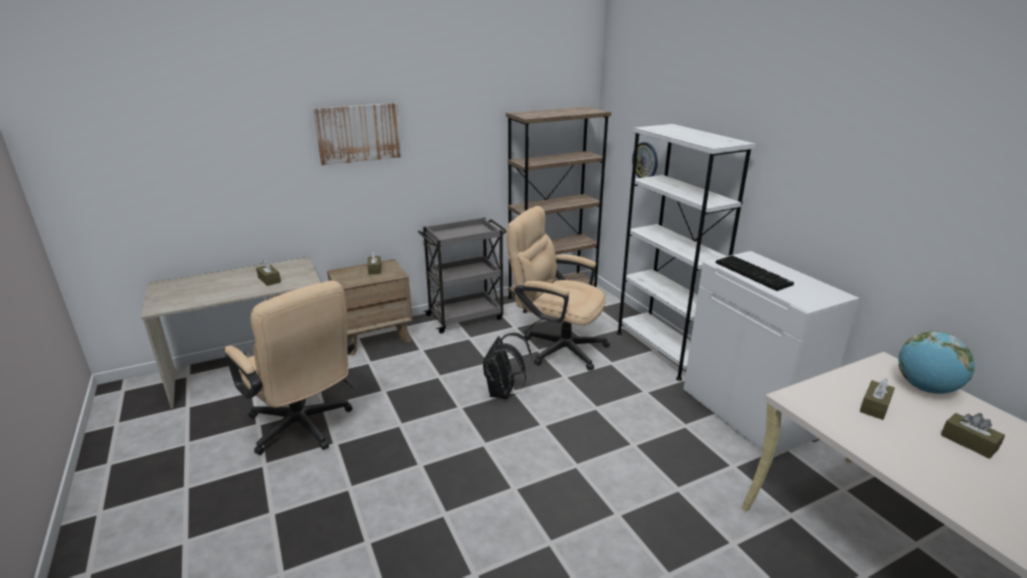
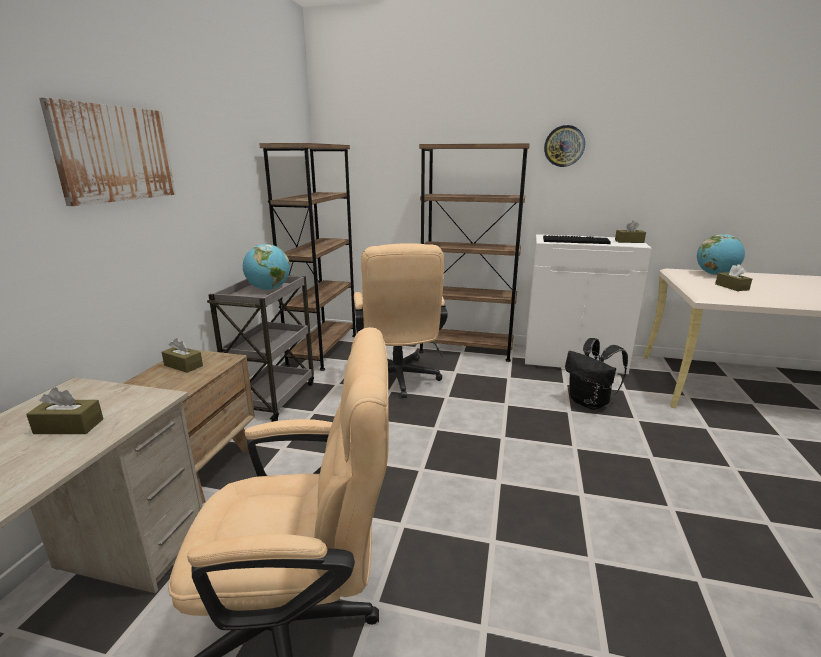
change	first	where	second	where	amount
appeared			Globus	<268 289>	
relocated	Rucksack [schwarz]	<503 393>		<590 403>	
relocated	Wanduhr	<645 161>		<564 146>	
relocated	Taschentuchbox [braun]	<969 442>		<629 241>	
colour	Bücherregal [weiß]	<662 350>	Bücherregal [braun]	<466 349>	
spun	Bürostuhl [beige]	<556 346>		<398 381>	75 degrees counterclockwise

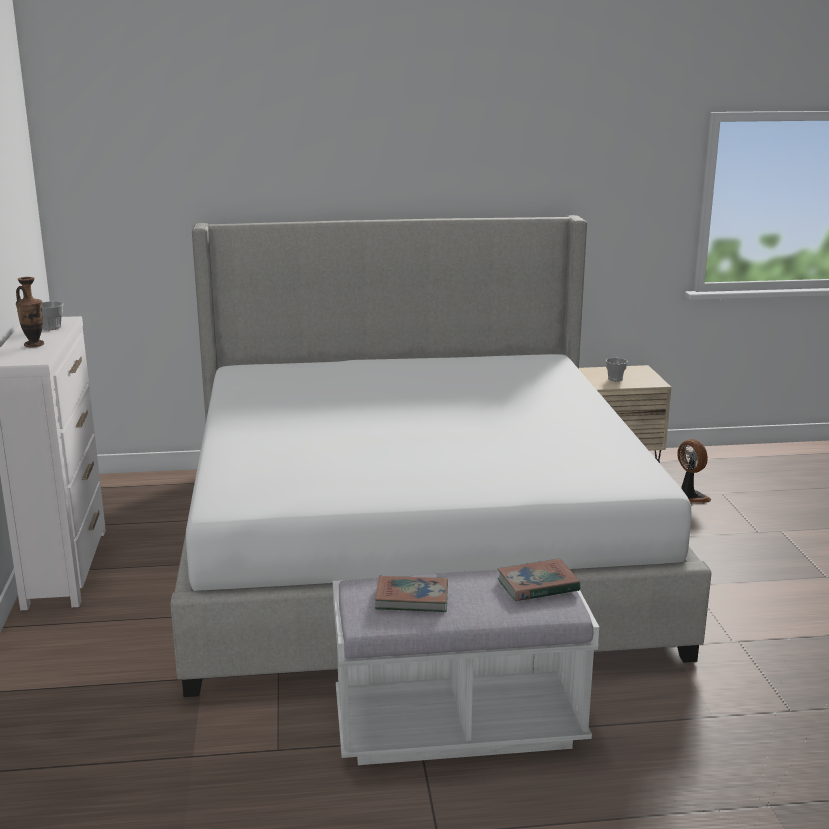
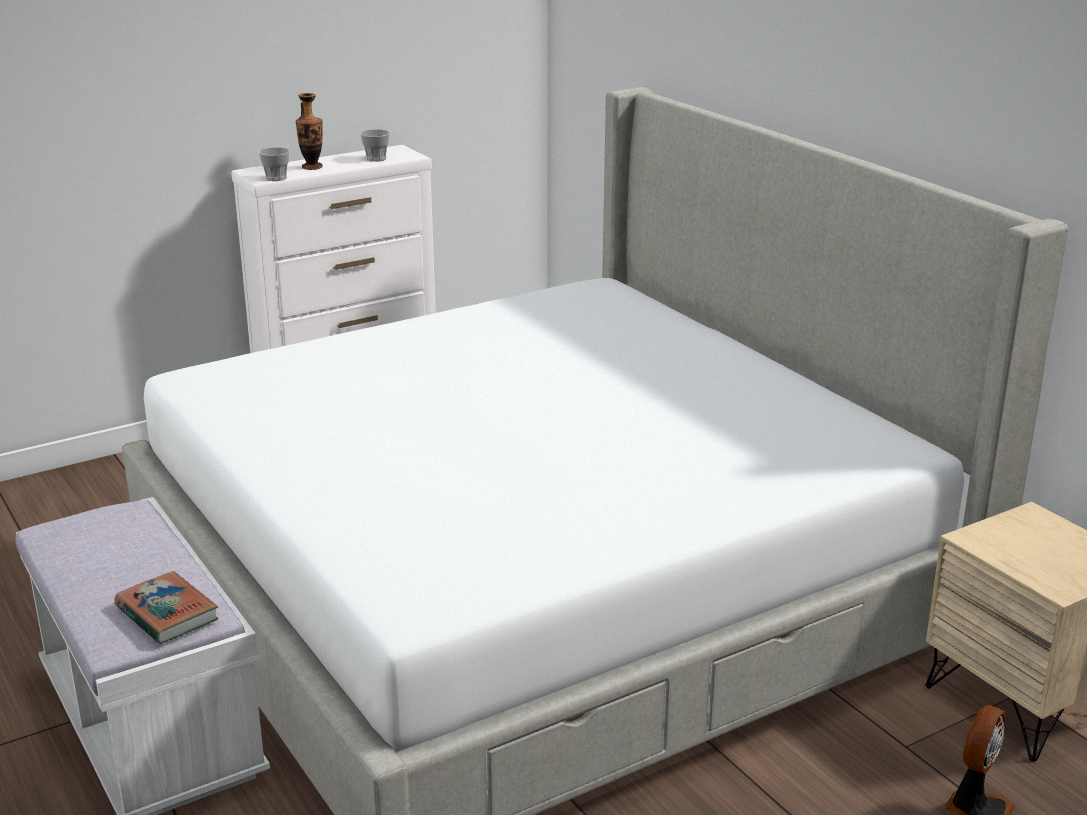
change	first	where	second	where	amount
missing	Buch	<412 598>			
relocated	Tasse	<615 379>		<276 178>	

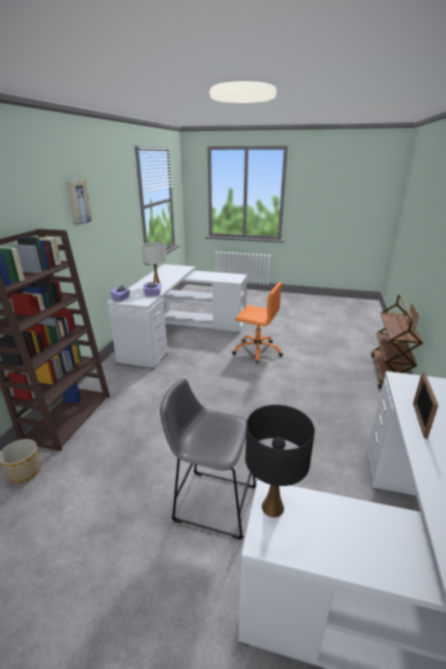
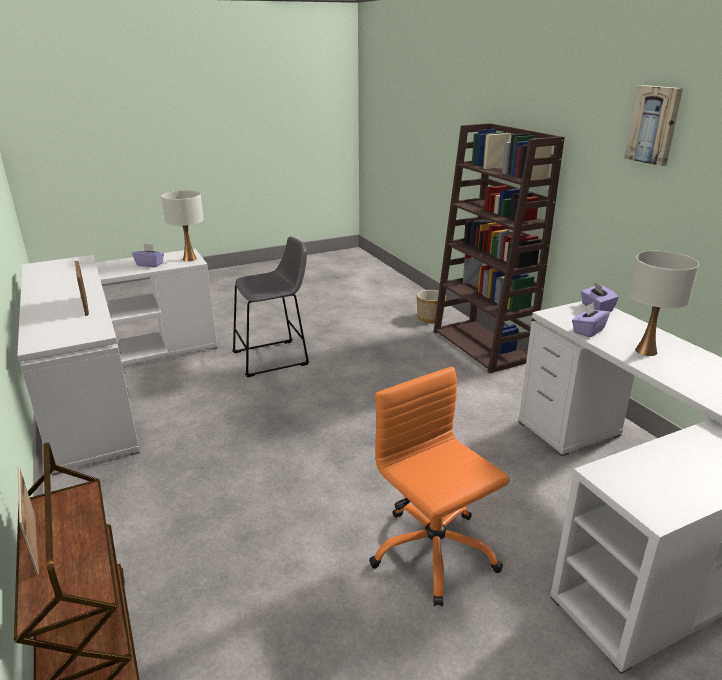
change	first	where	second	where	amount
appeared			Taschentuchbox [lila]	<150 264>	
colour	Tischlampe [schwarz]	<273 507>	Tischlampe [weiß]	<189 259>	
spun	Bürostuhl [orange]	<257 351>		<433 552>	75 degrees clockwise

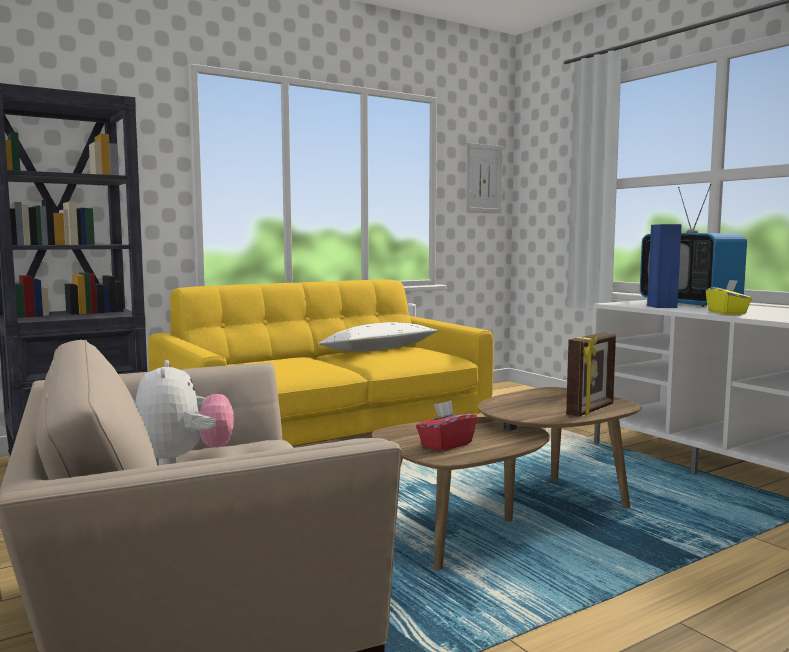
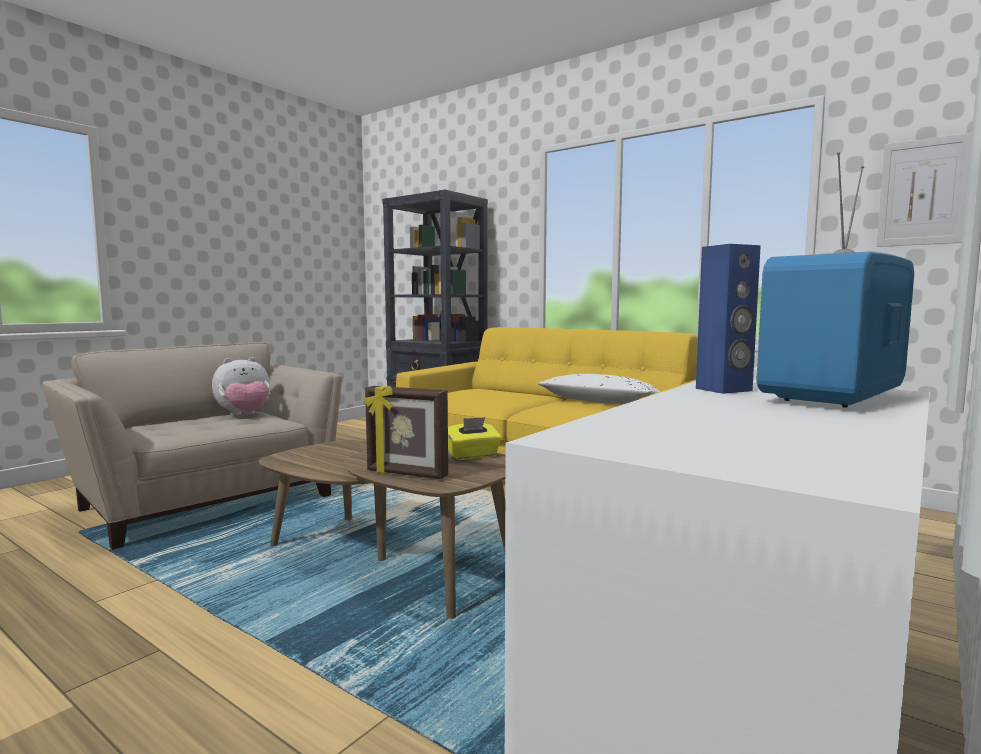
change	first	where	second	where	amount
missing	Taschentuchbox [rot]	<446 445>			
relocated	Taschentuchbox [gelb]	<727 313>		<472 456>	

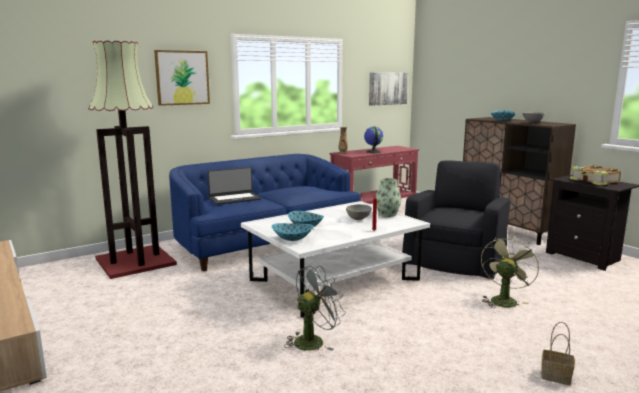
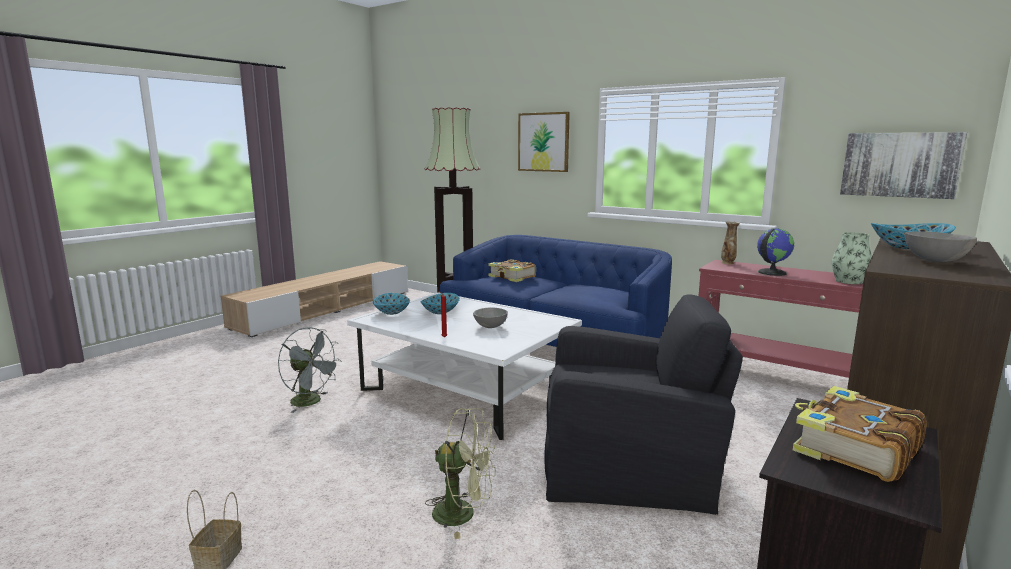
change	first	where	second	where	amount
relocated	Vase	<387 214>		<849 281>	
exchanged	Laptop	<234 199>	Buch	<512 277>	

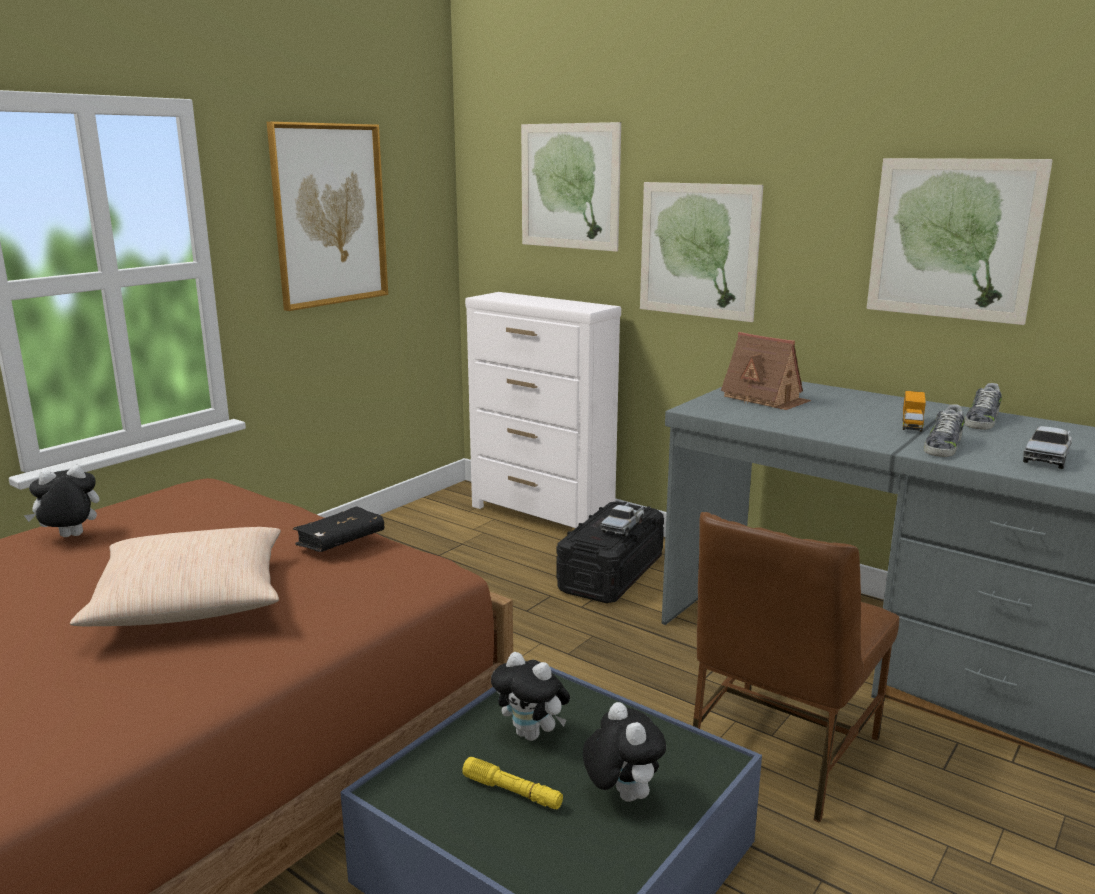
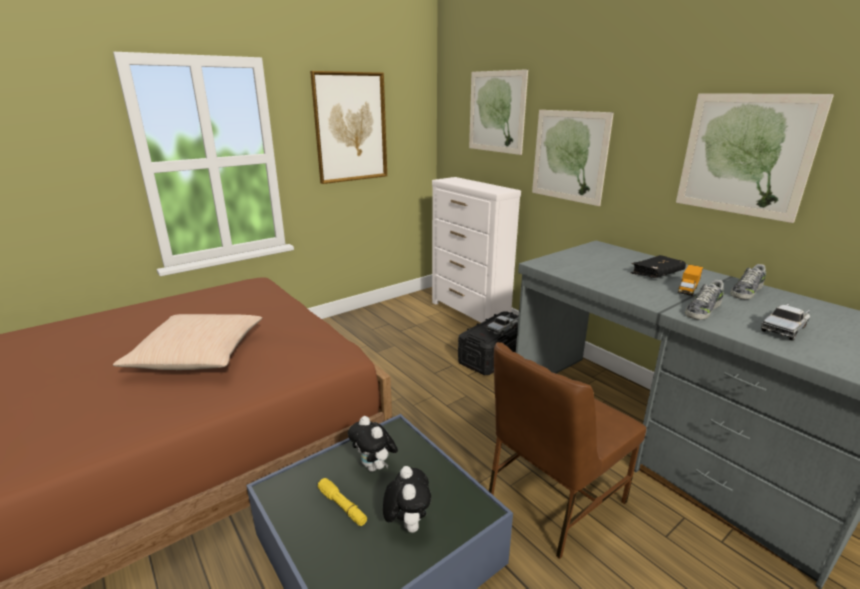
change	first	where	second	where	amount
missing	Plüschtier	<70 537>			
missing	Spielzeughaus	<765 398>			
relocated	Buch [schwarz]	<340 540>		<656 273>	

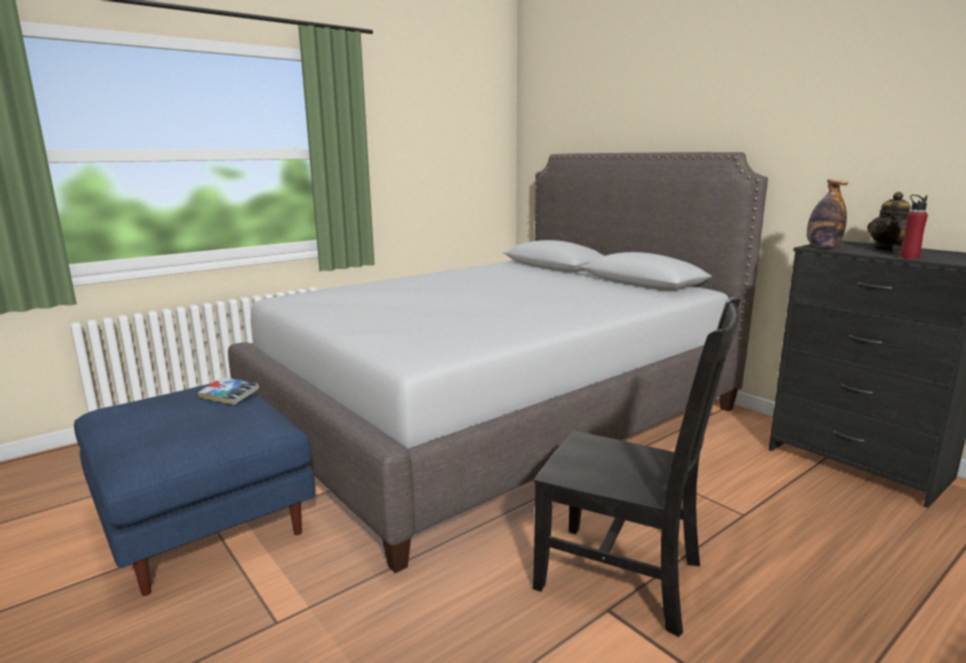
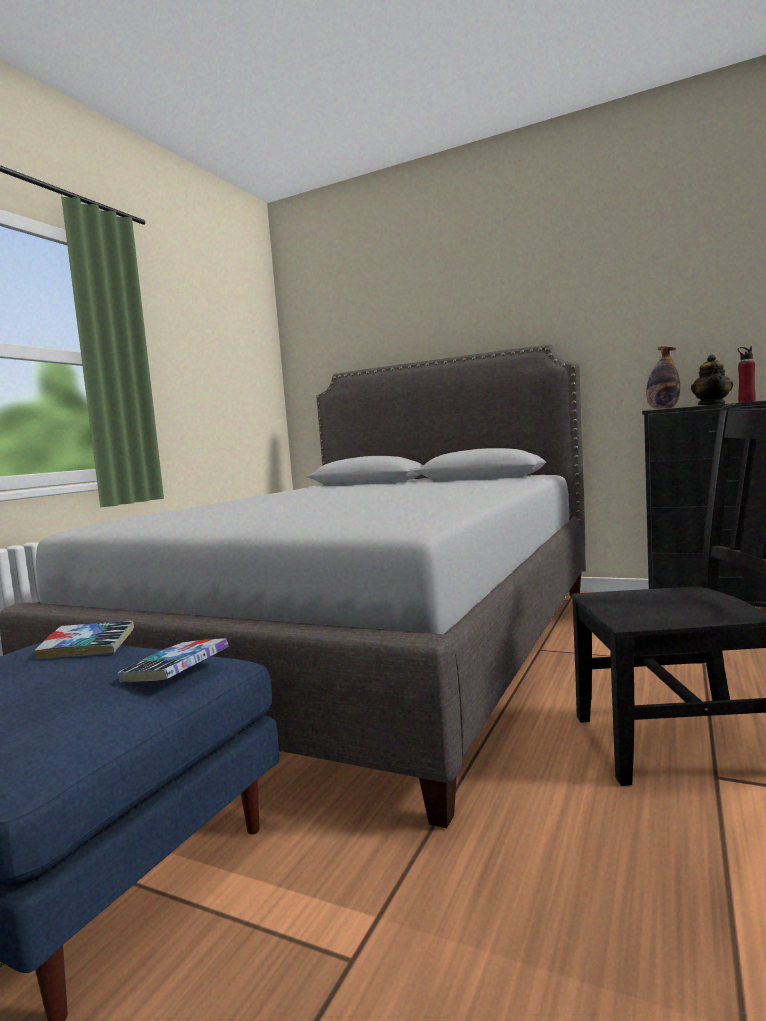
change	first	where	second	where	amount
appeared			Buch	<176 669>	

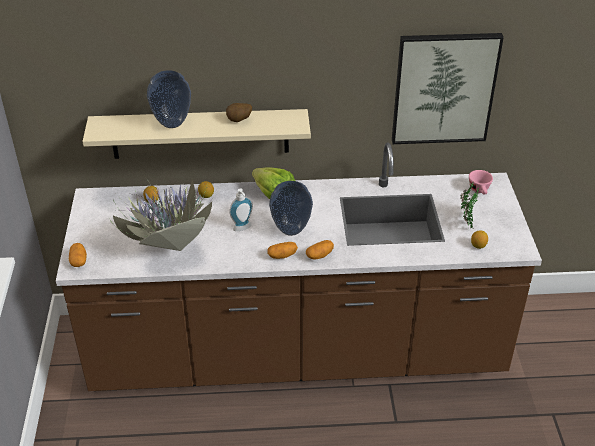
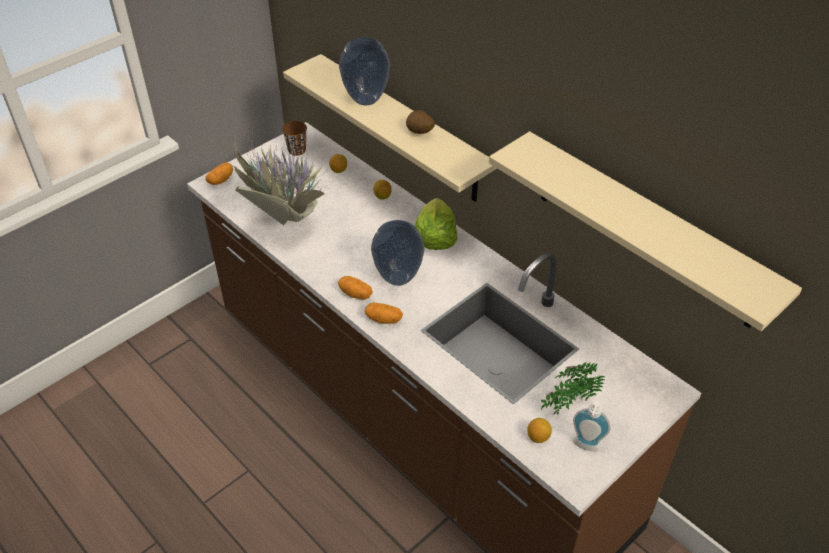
change	first	where	second	where	amount
missing	Tasse [rosa]	<480 191>			
appeared			Tasse [braun]	<297 150>	
relocated	Seifenspender	<243 228>		<585 447>	
exchanged	Bild	<444 88>	Wandregal [beige]	<645 230>	

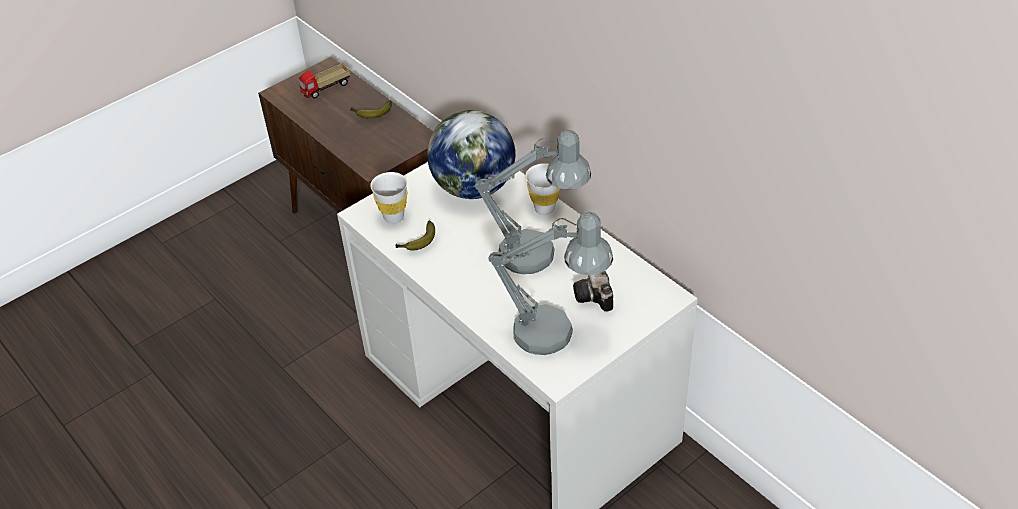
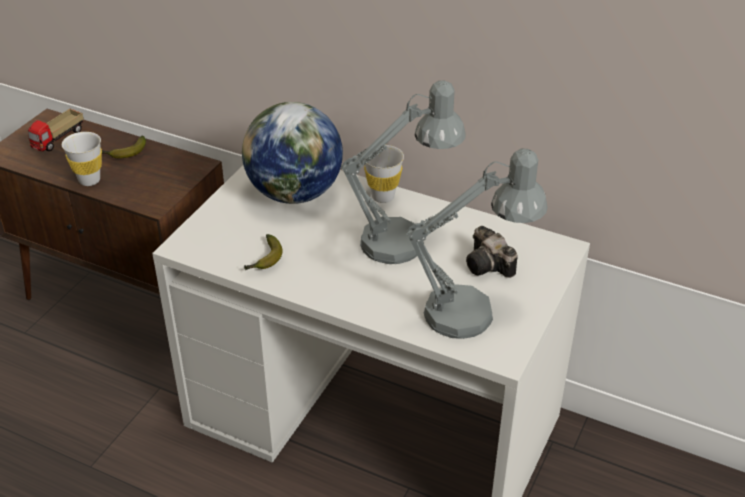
change	first	where	second	where	amount
relocated	Tasse [weiß]	<393 217>		<89 180>	

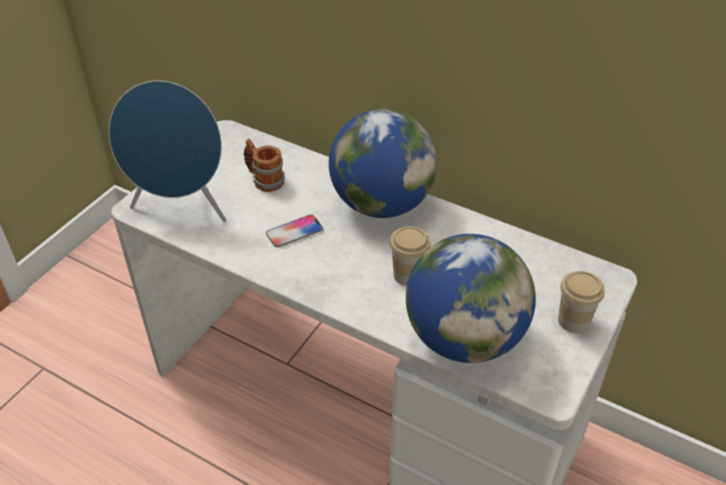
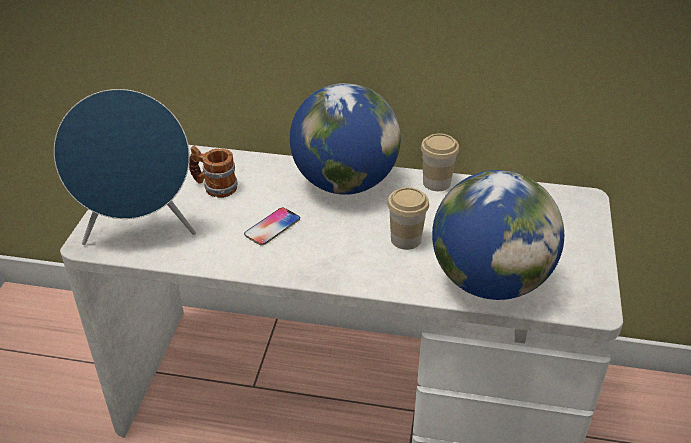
change	first	where	second	where	amount
relocated	Tasse	<573 321>		<436 183>	

